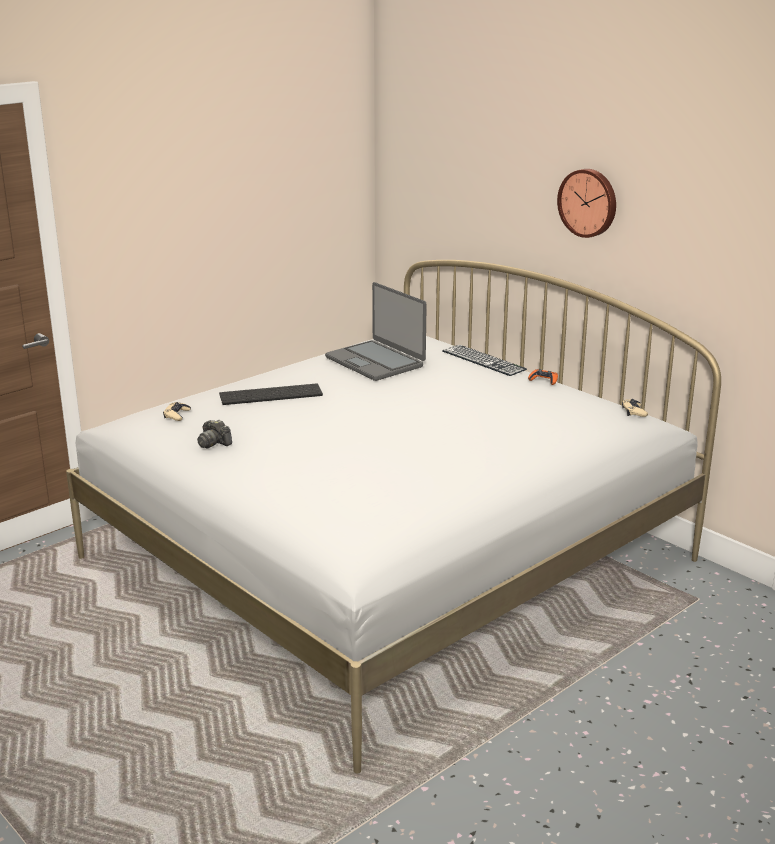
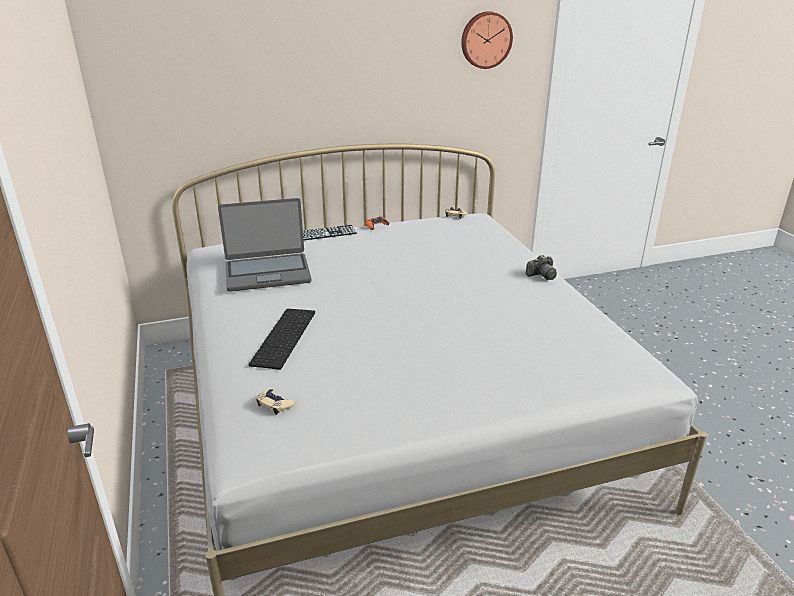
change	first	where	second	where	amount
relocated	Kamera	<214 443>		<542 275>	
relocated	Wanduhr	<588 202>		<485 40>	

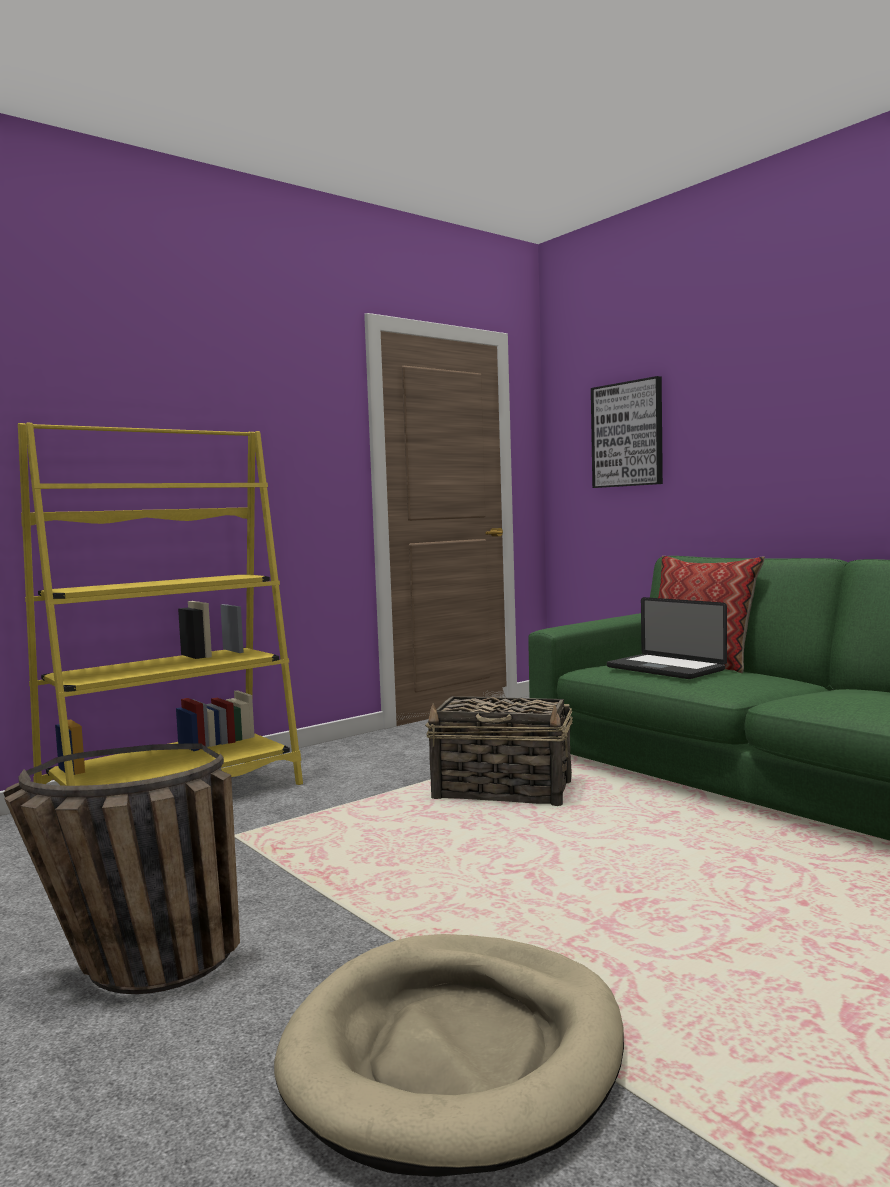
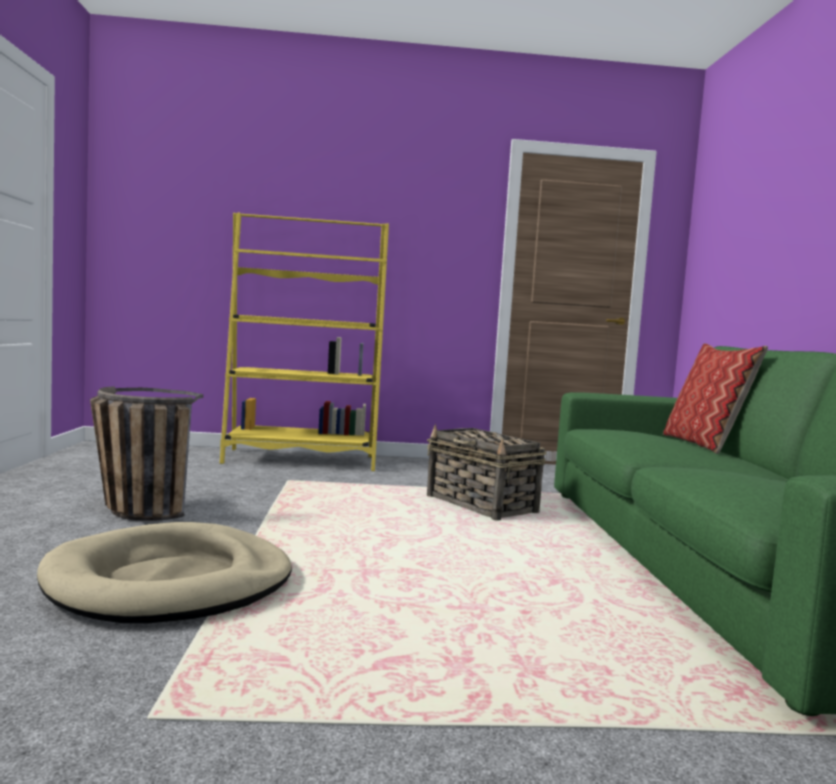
change	first	where	second	where	amount
missing	Bild	<627 434>			
missing	Laptop	<665 668>			

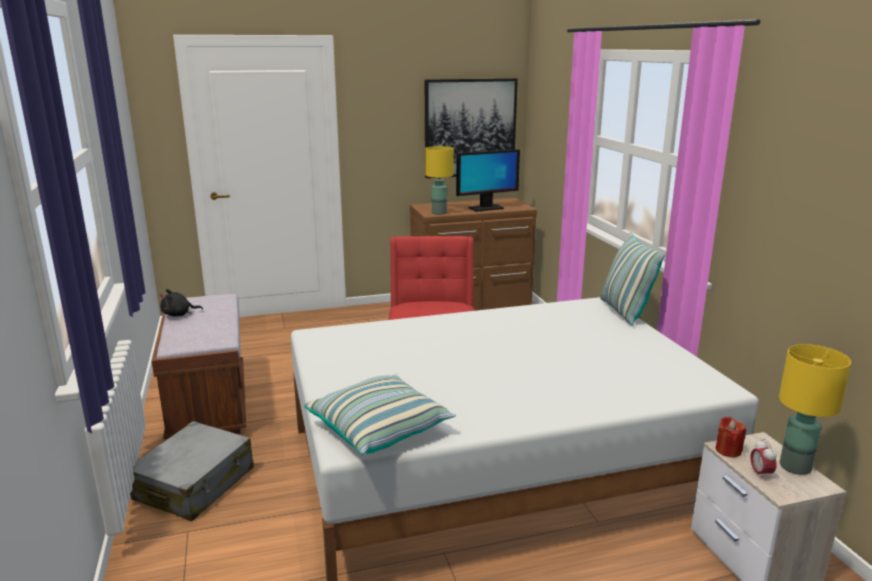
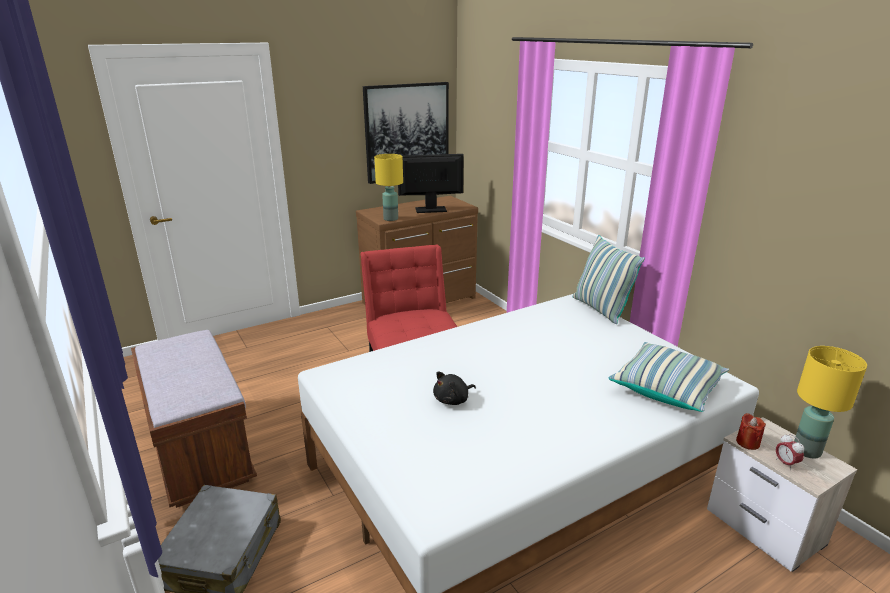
change	first	where	second	where	amount
relocated	Plüschtier [schwarz]	<179 314>		<453 400>	
relocated	Kissen	<380 429>		<666 388>	
spun	Monitor	<485 208>		<431 210>	150 degrees counterclockwise

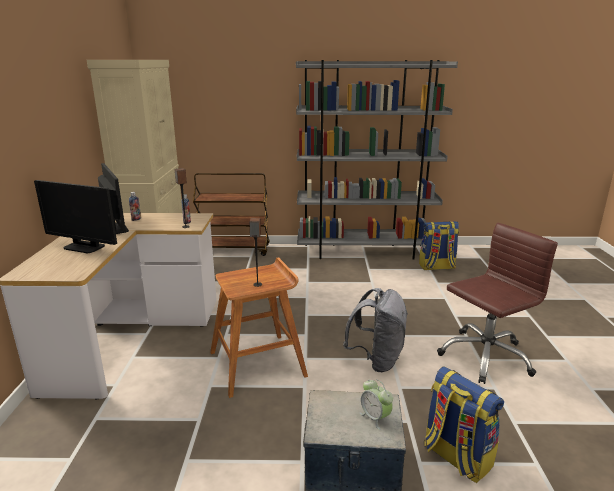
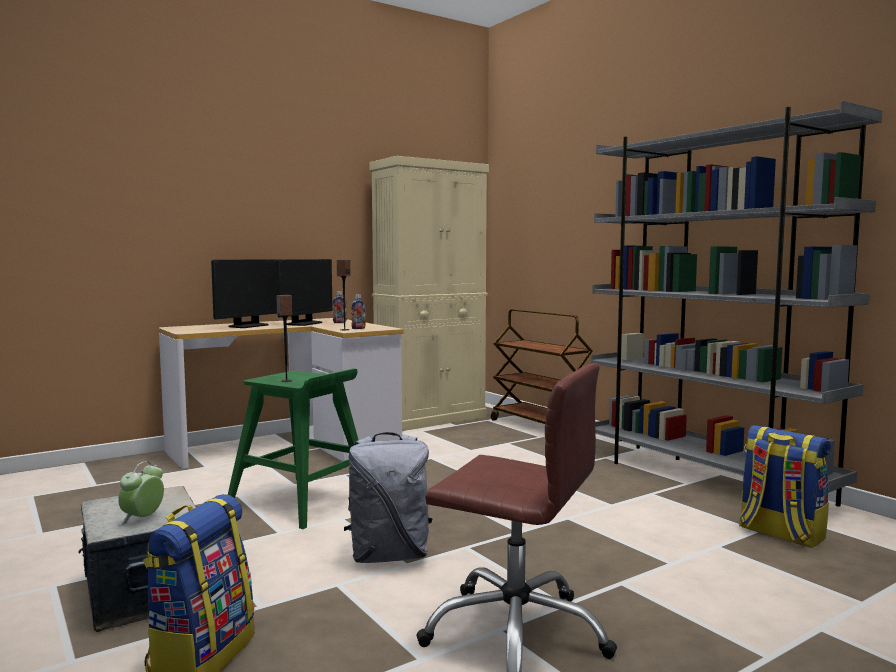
change	first	where	second	where	amount
colour	Hocker [braun]	<258 363>	Hocker [grün]	<302 502>	
spun	Monitor	<84 247>		<248 326>	135 degrees counterclockwise

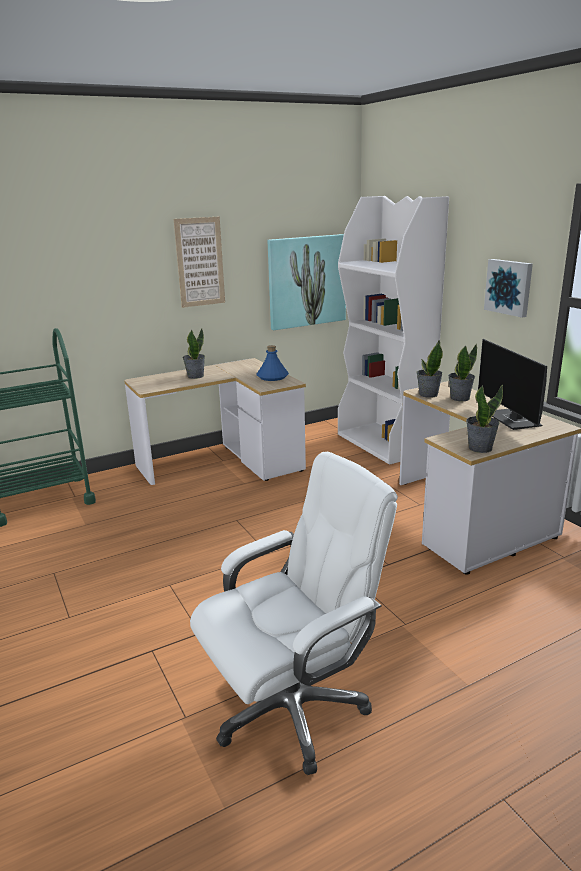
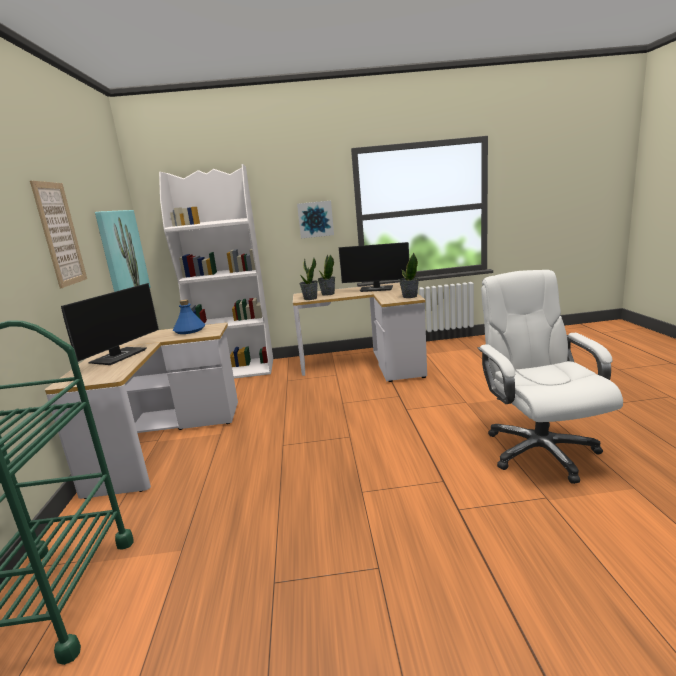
change	first	where	second	where	amount
exchanged	Topfpflanze	<195 376>	Monitor	<119 356>	

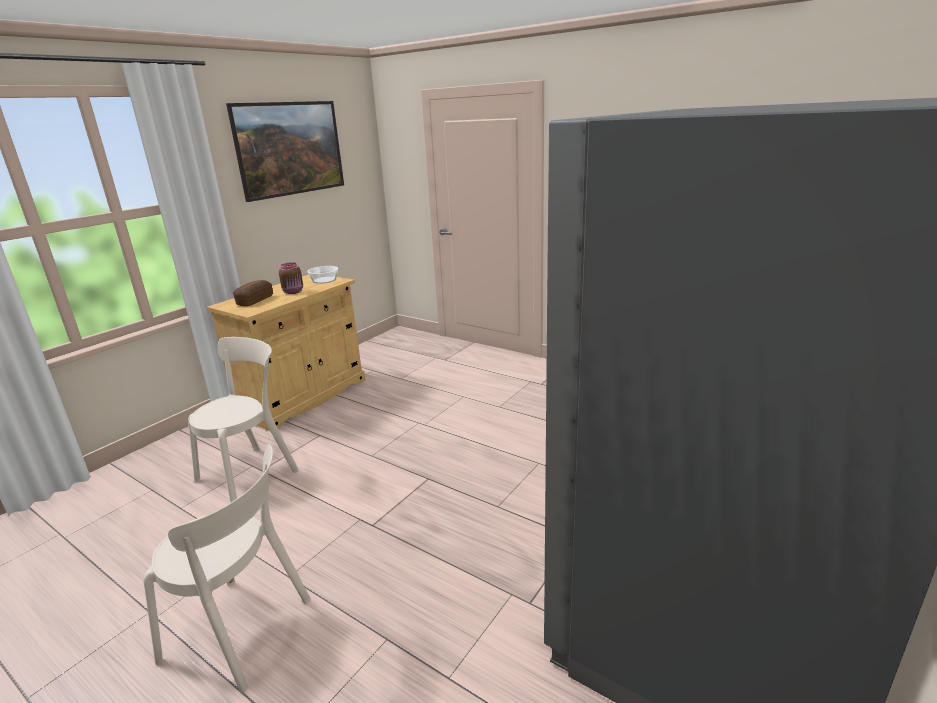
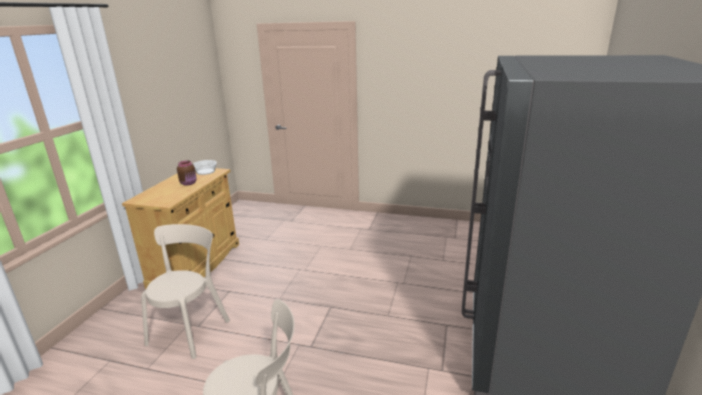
change	first	where	second	where	amount
missing	Bild	<294 171>			
missing	Brot	<255 300>			

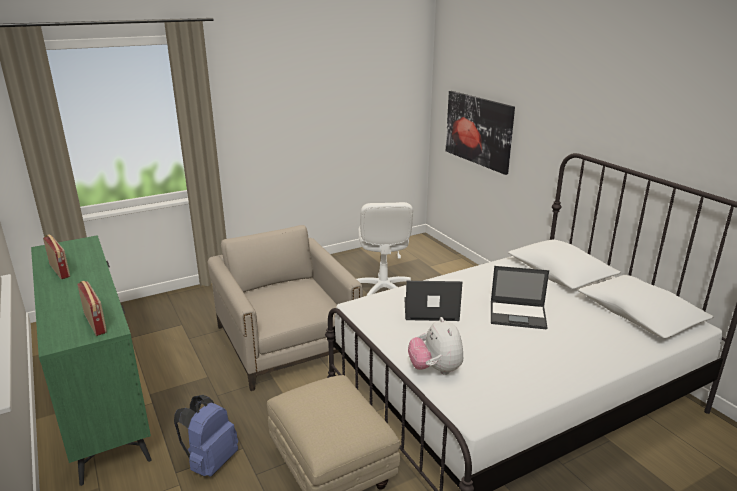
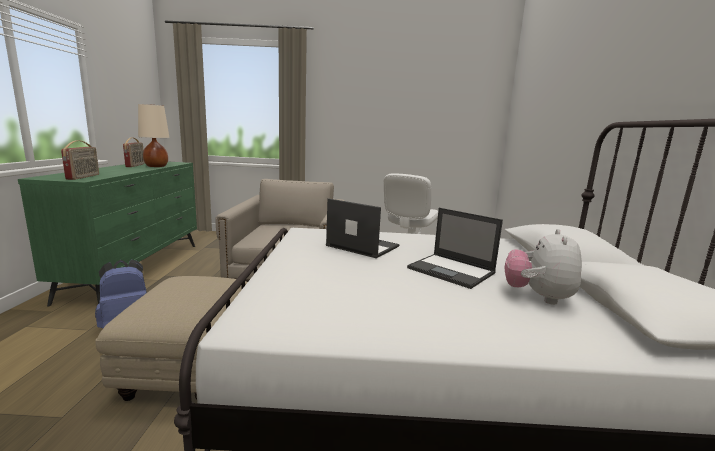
change	first	where	second	where	amount
missing	Bild	<478 130>			
appeared			Tischlampe [beige]	<156 166>	
relocated	Plüschtier	<435 369>		<538 297>	

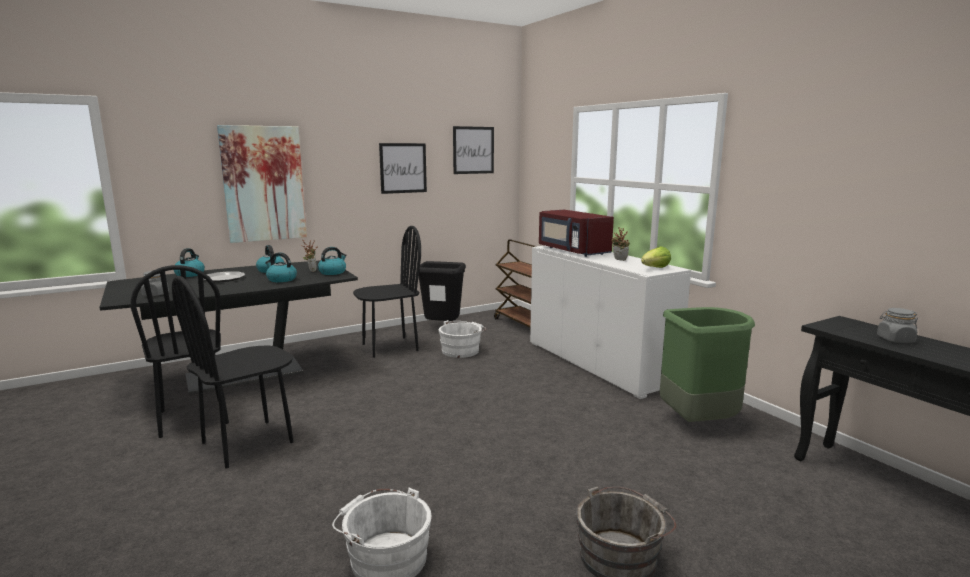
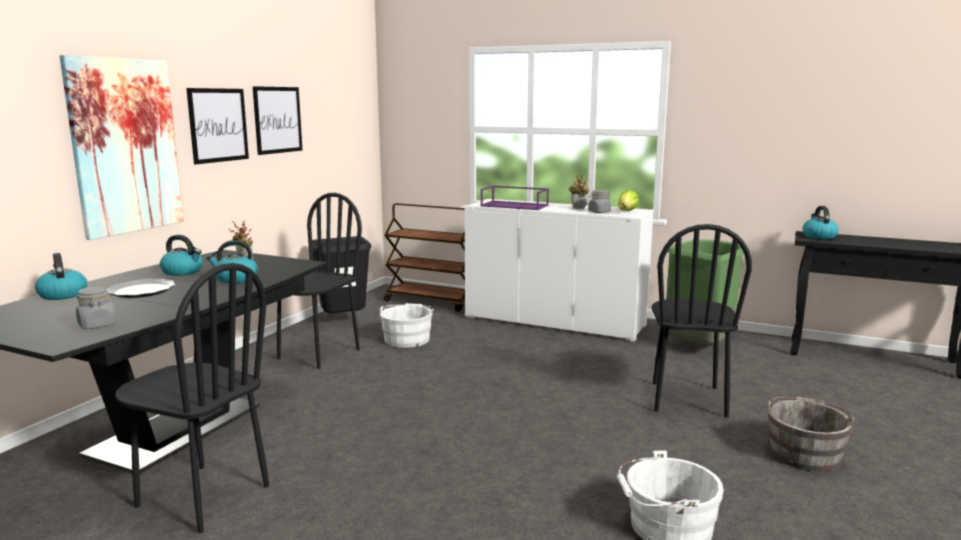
change	first	where	second	where	amount
relocated	Stuhl [schwarz]	<248 443>		<687 399>	
relocated	Wasserkessel	<332 272>		<818 236>	
relocated	Bild	<473 150>		<218 125>	
relocated	Vorratsglas [grau]	<895 340>		<599 212>	
exchanged	Mikrowelle [rot]	<572 251>	Tablett [lila]	<515 205>	

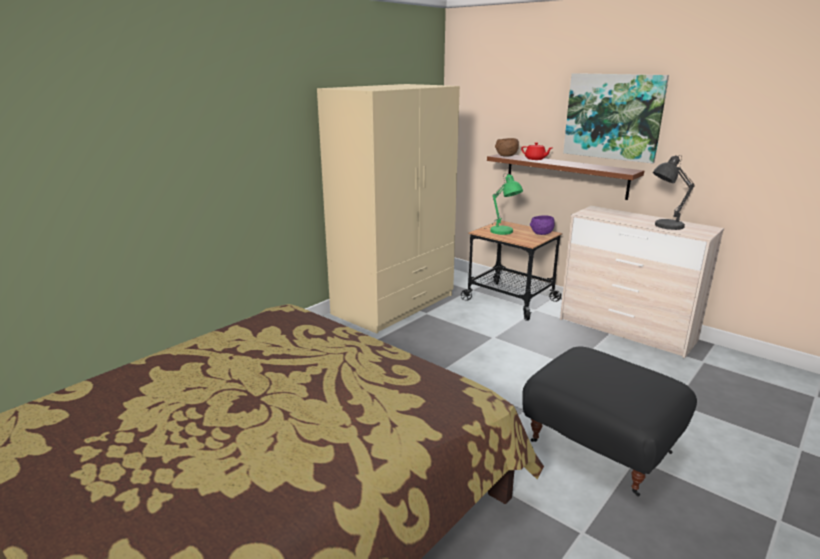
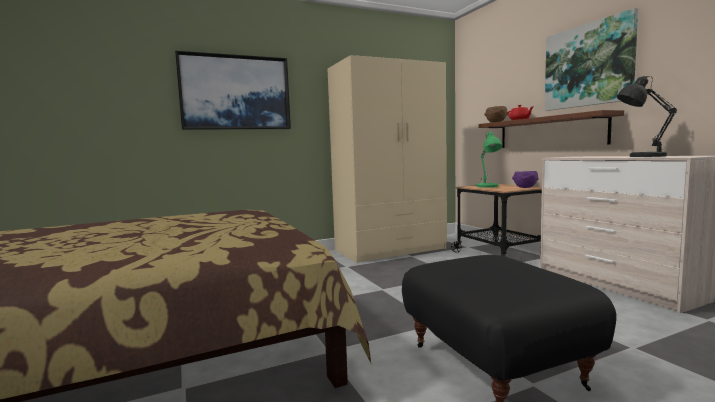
change	first	where	second	where	amount
appeared			Bild	<235 93>	

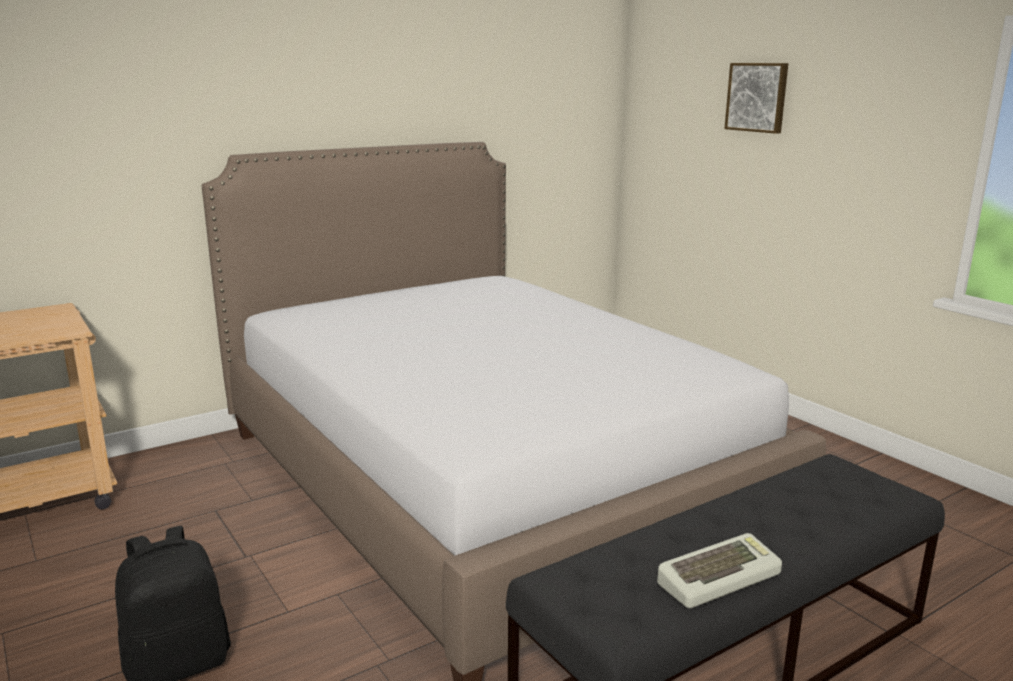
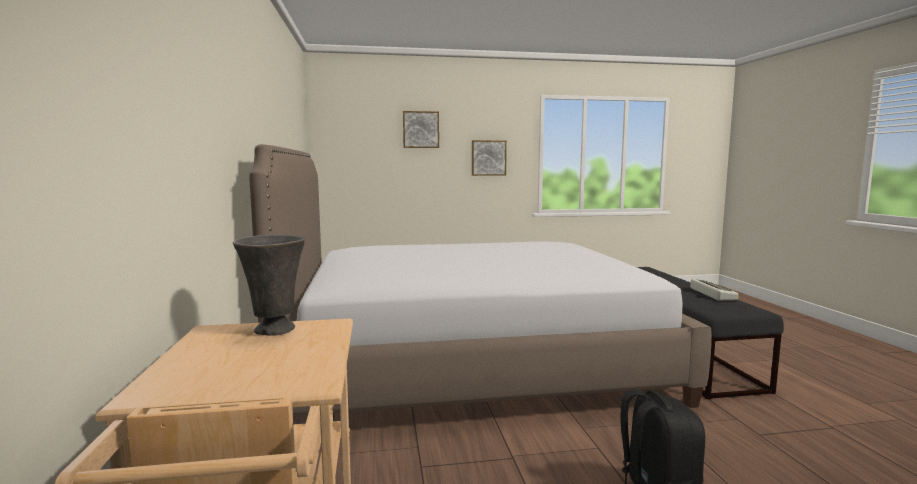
change	first	where	second	where	amount
appeared			Vase [grau]	<275 330>	
appeared			Bild	<488 158>	

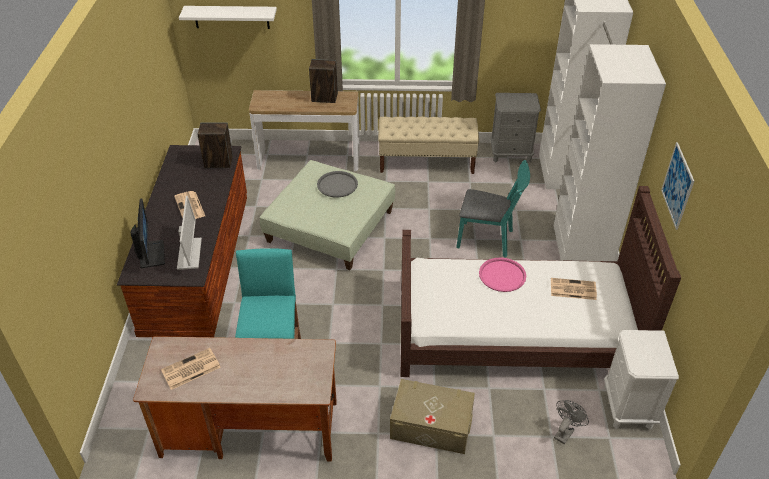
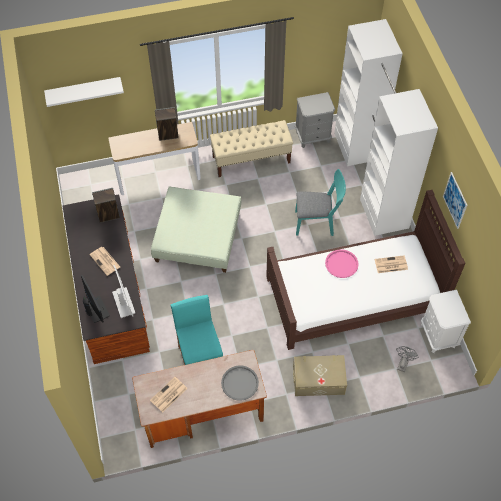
change	first	where	second	where	amount
relocated	Tablett [grau]	<337 185>		<240 383>	

